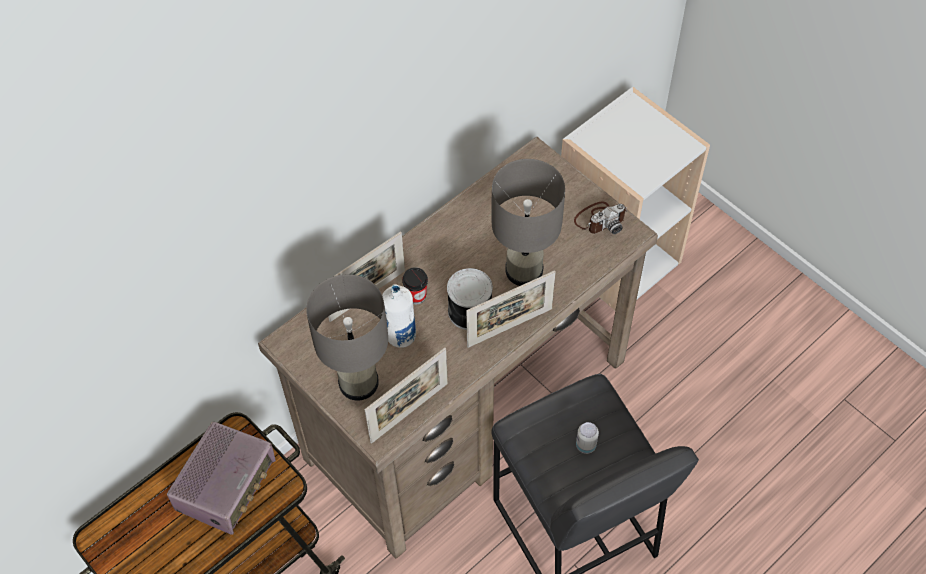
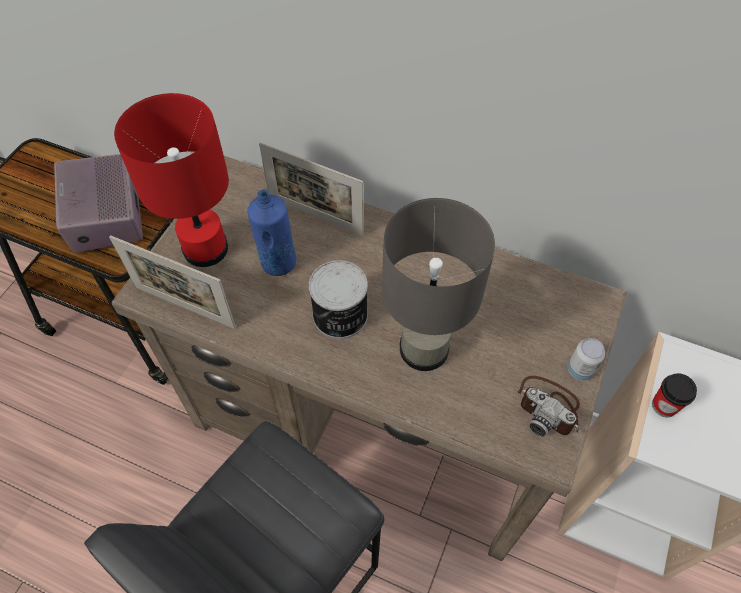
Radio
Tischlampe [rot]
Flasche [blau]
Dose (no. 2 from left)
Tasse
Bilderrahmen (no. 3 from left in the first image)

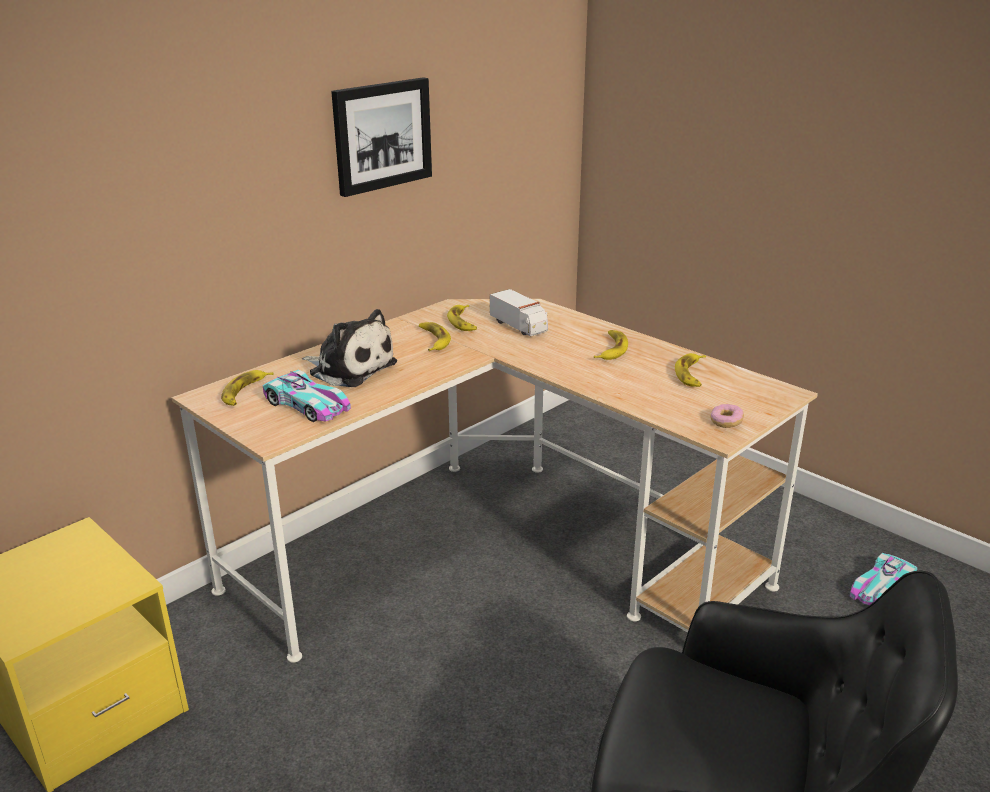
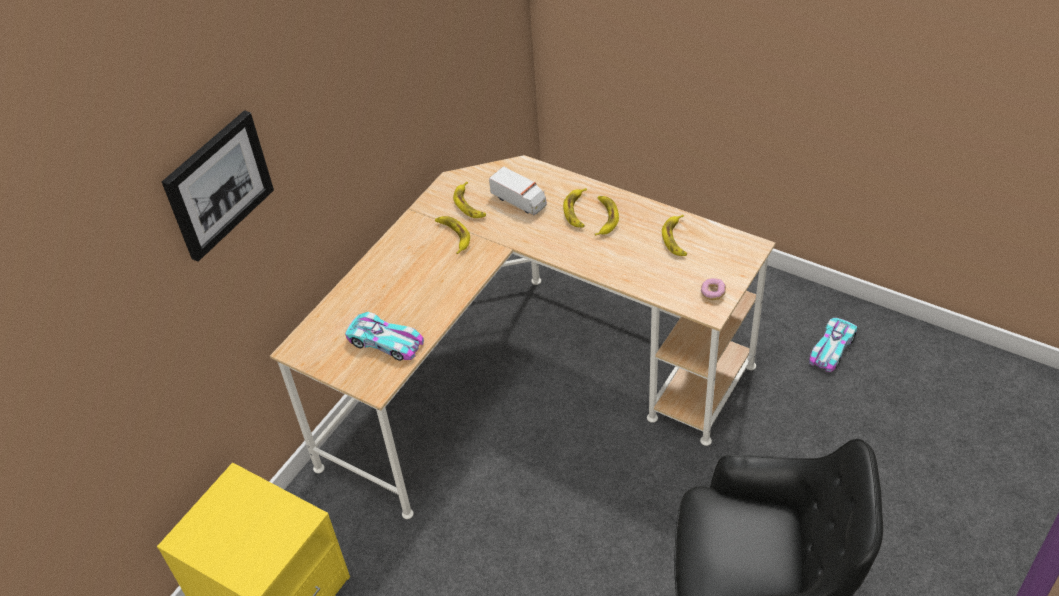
Bild
Banane (no. 3 from left)
Plüschtier

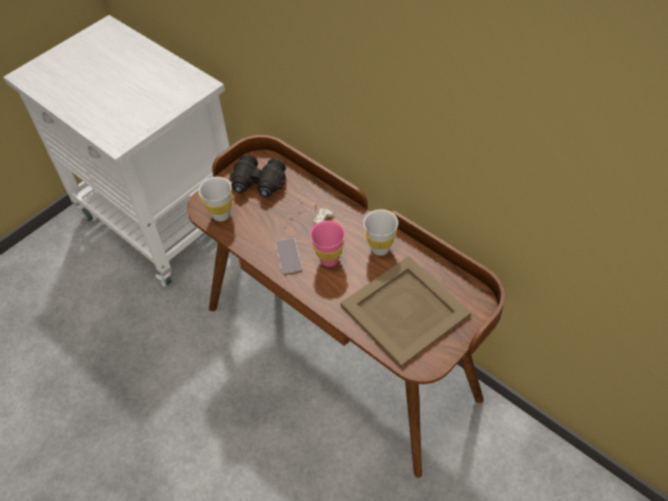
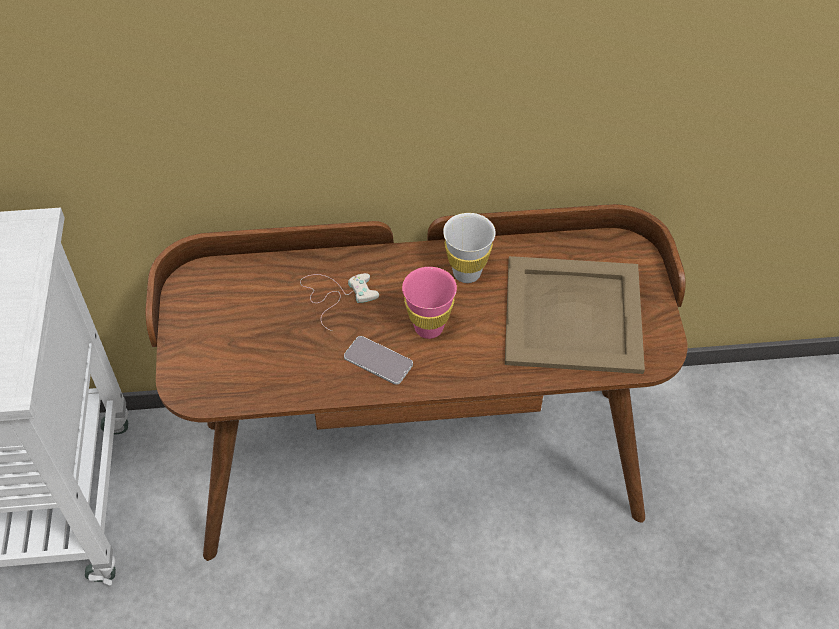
Tasse [weiß] (no. 1 from left in the first image)
Fernglas [schwarz]

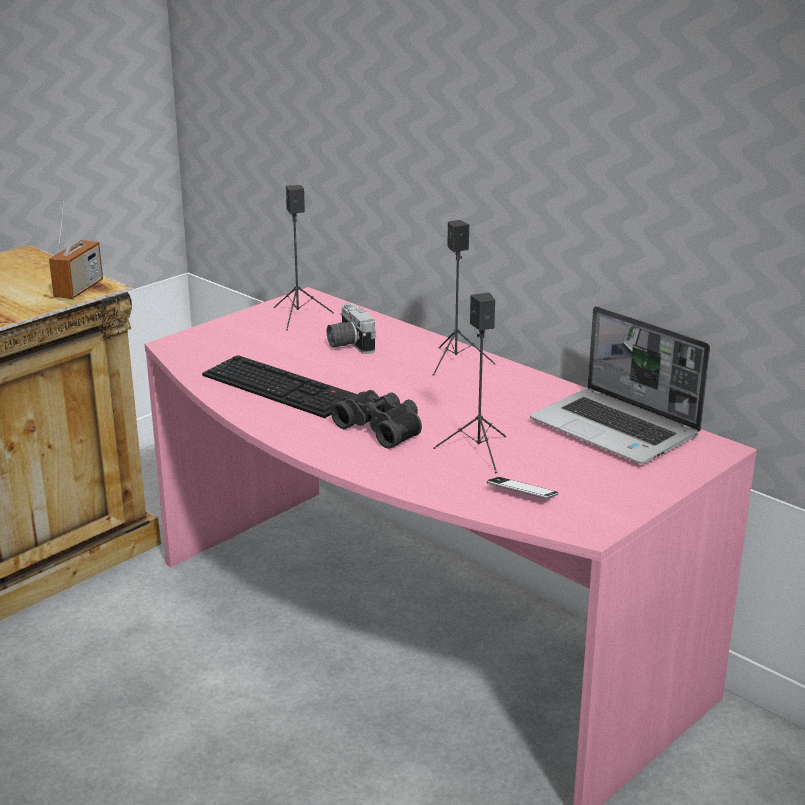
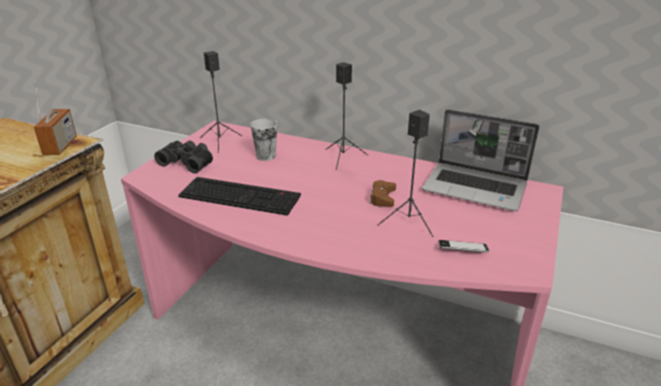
Fernglas [schwarz]
Tasse
Gamepad [braun]

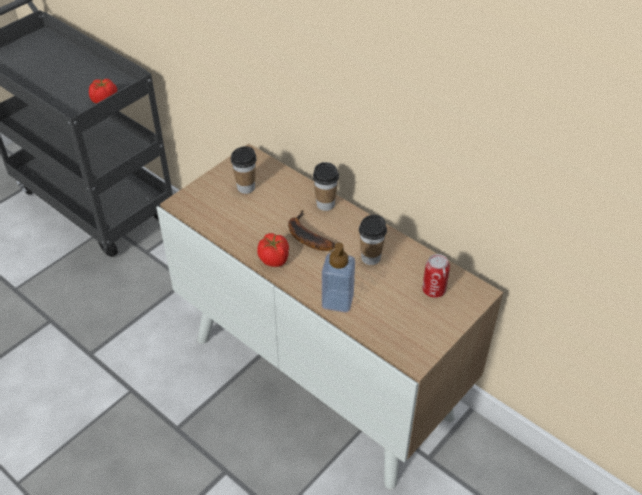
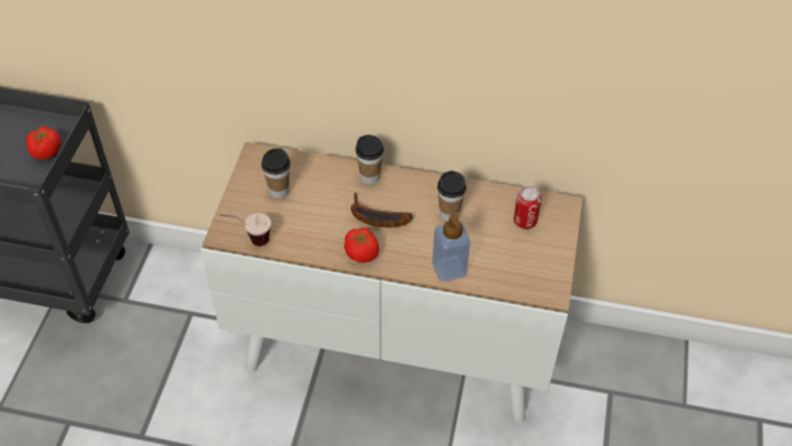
Tasse (no. 1 from left)

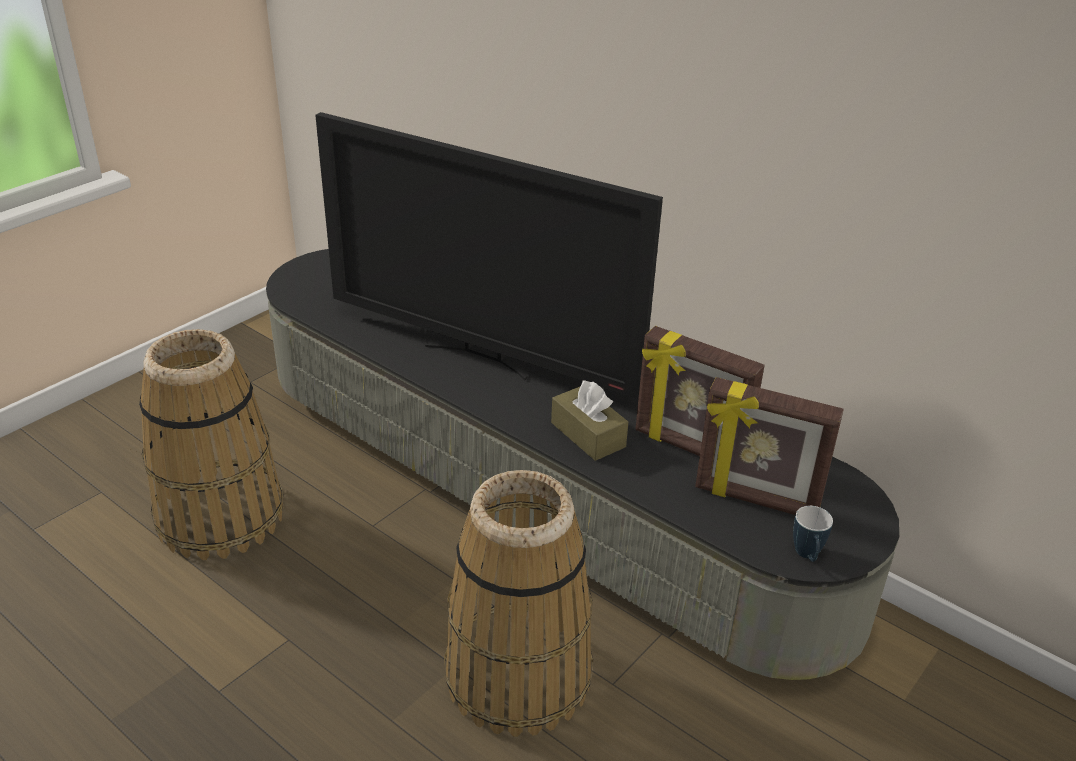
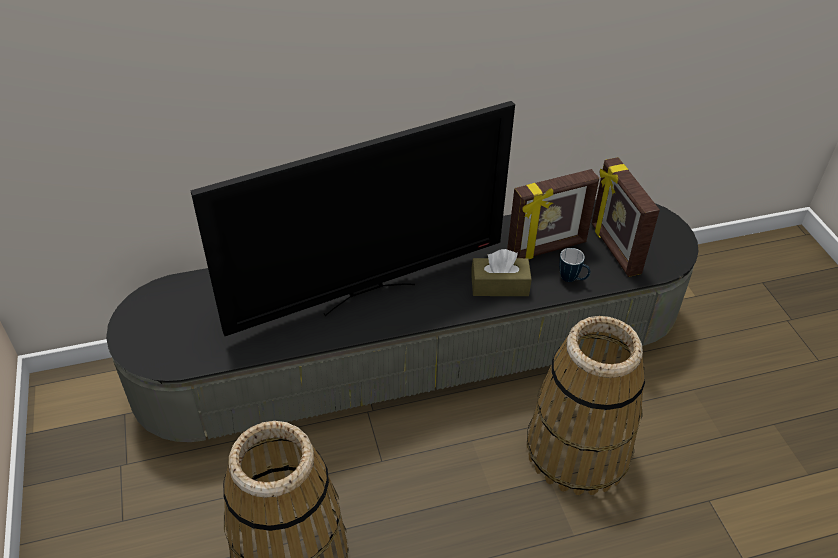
Henkelbecher
Bilderrahmen (no. 2 from left)

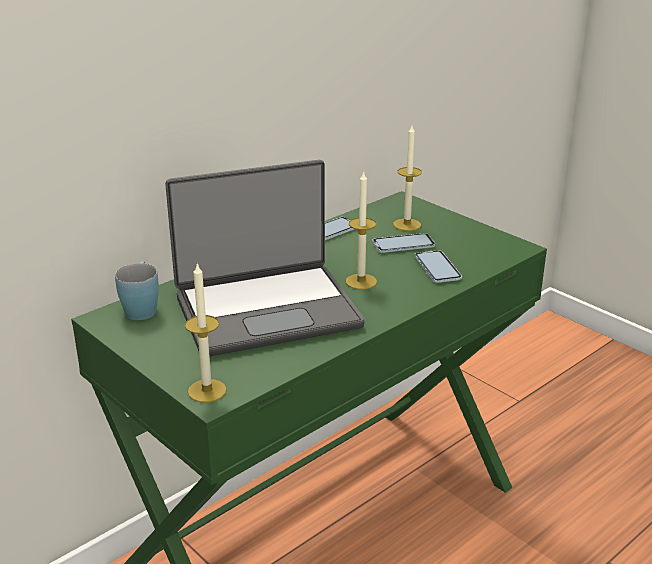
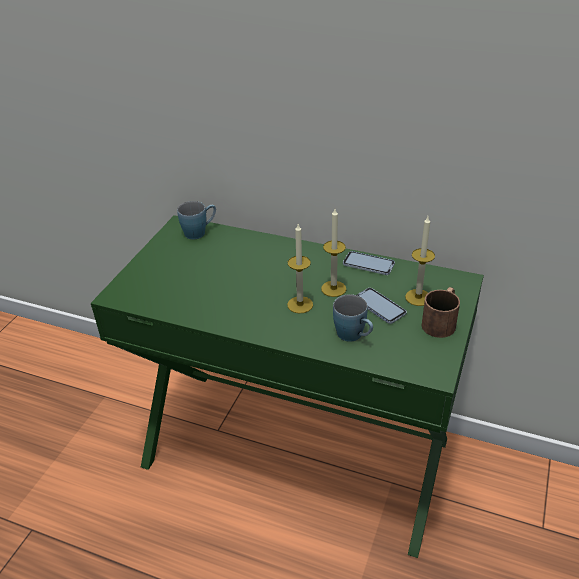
Kerze (no. 2 from left)
Henkelbecher [blau] (no. 2 from left)
Henkelbecher [braun]
Laptop

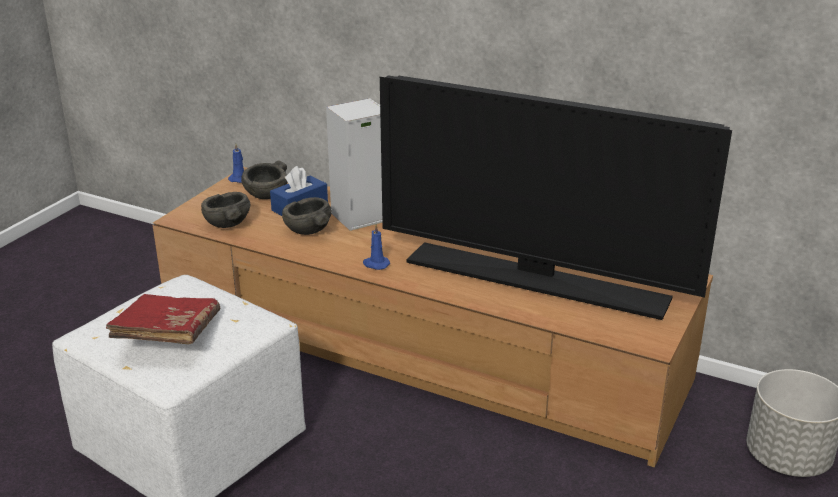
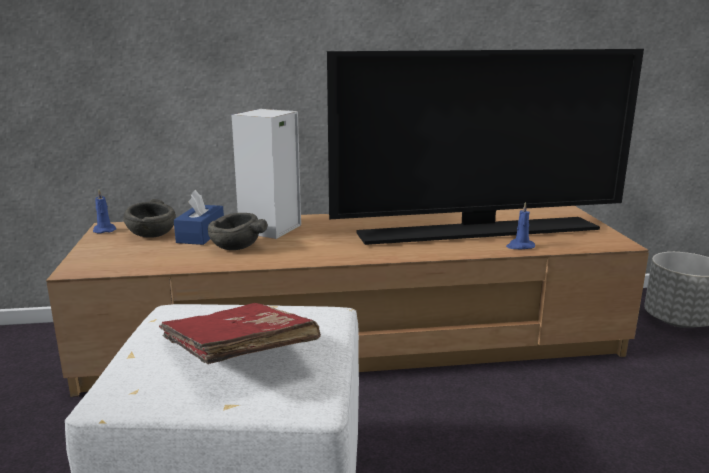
Kerze [blau] (no. 2 from left)
Schüssel [grau] (no. 1 from left in the first image)

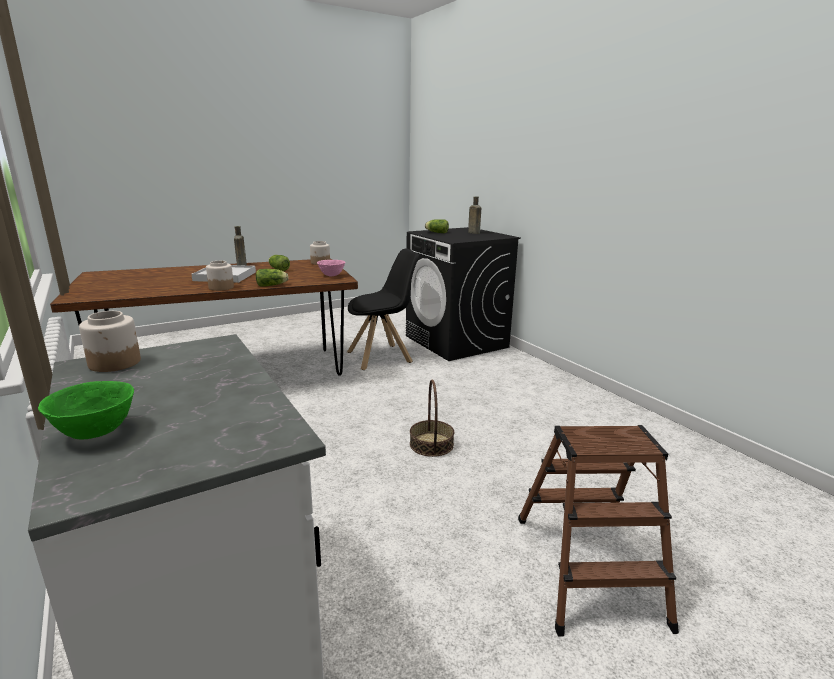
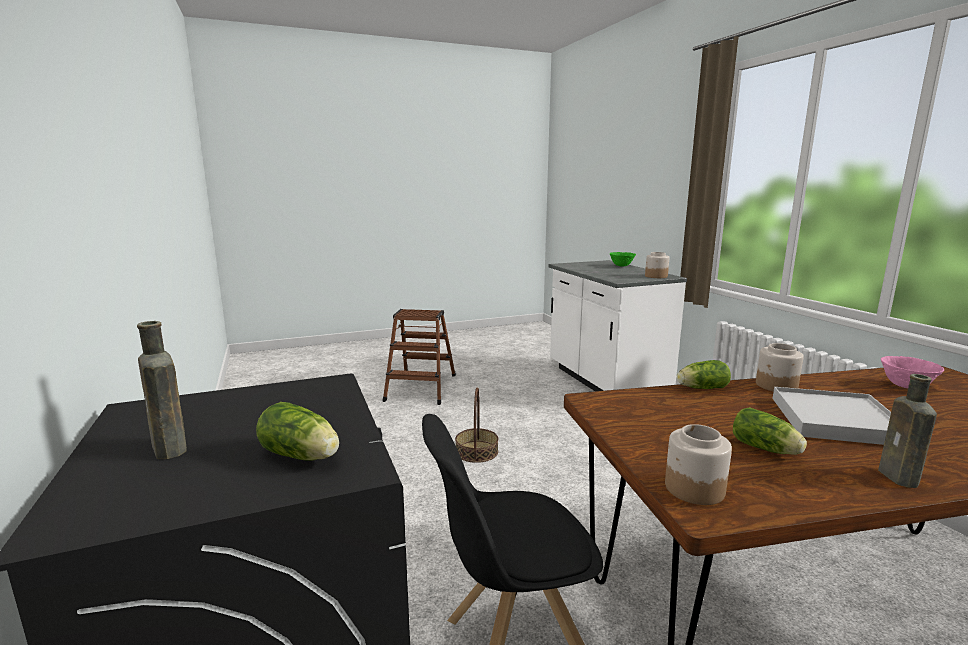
Schüssel [rosa]

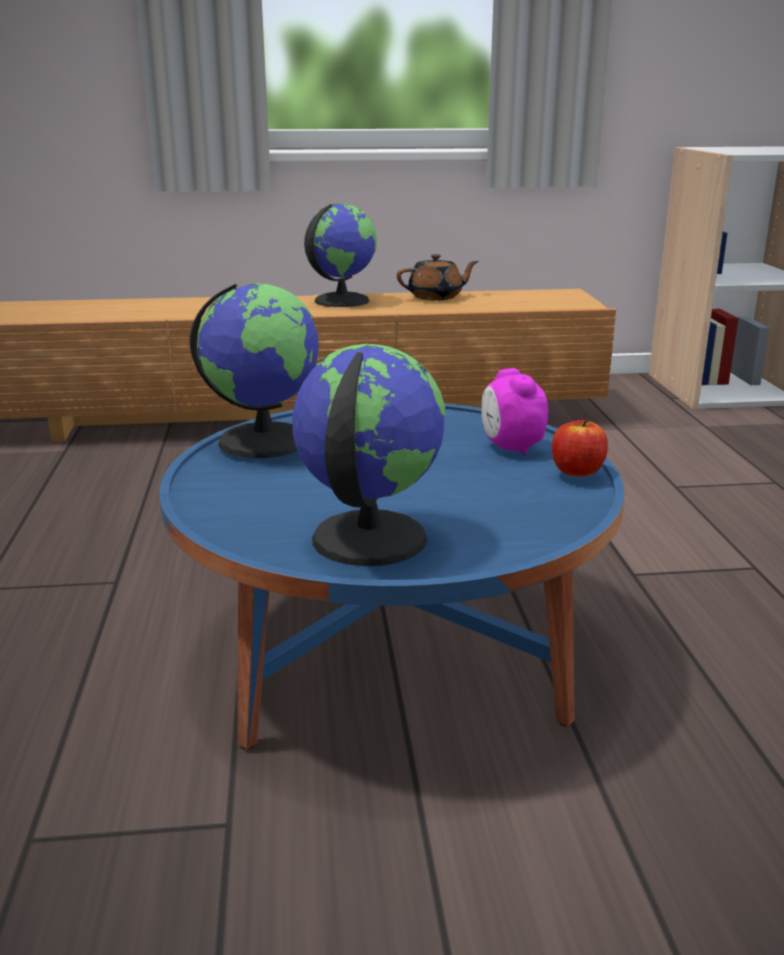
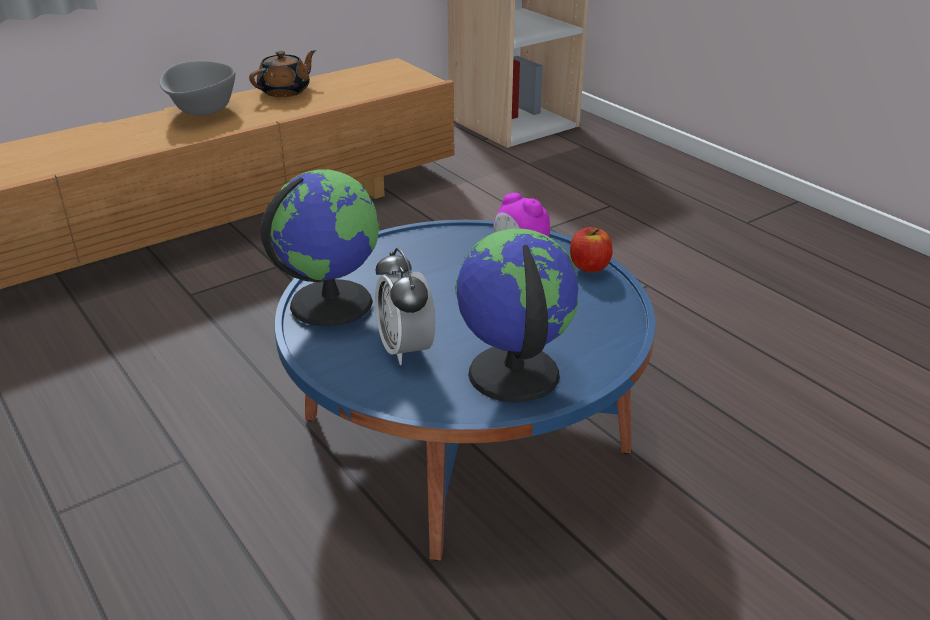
Schüssel [grau]
Wecker (no. 1 from left)

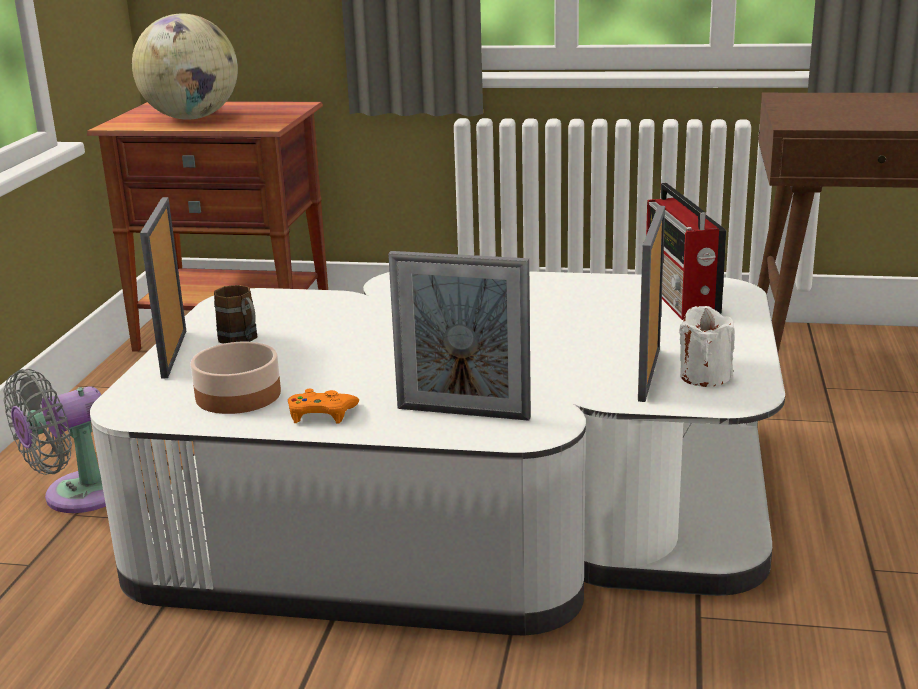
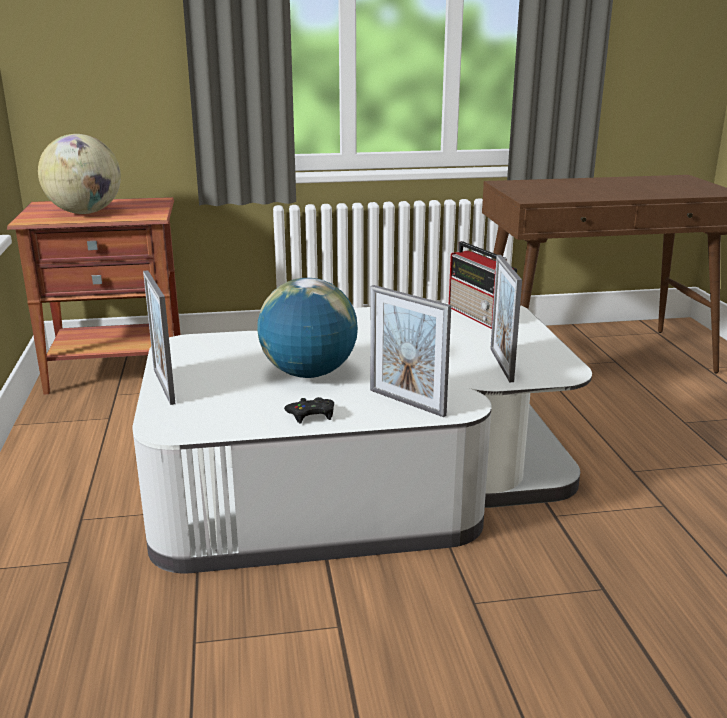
Globus (no. 2 from left)
Gamepad [schwarz]
Bilderrahmen (no. 2 from left)
Ventilator [grau]
Schüssel
Henkelbecher [braun]
Kerze [weiß]

